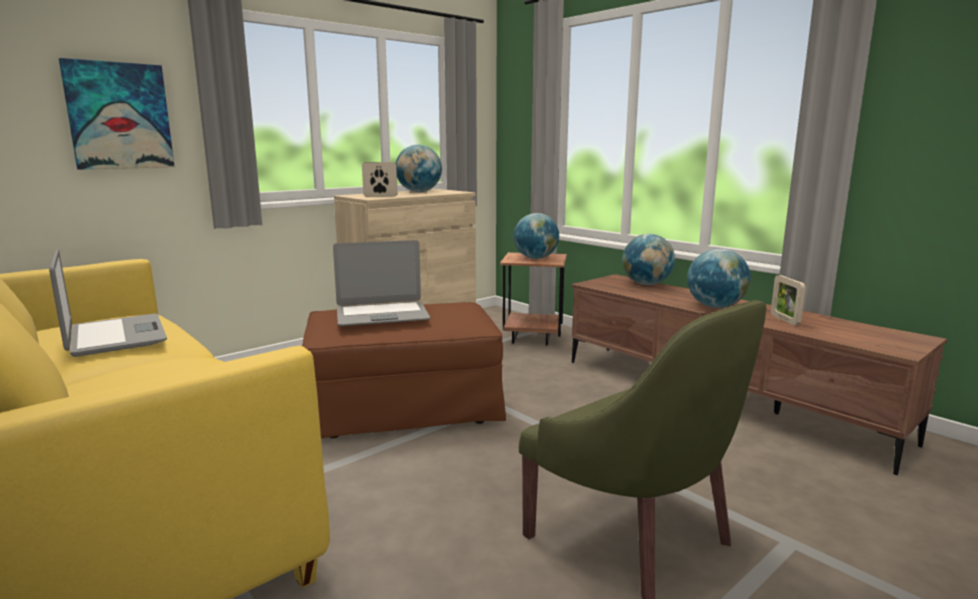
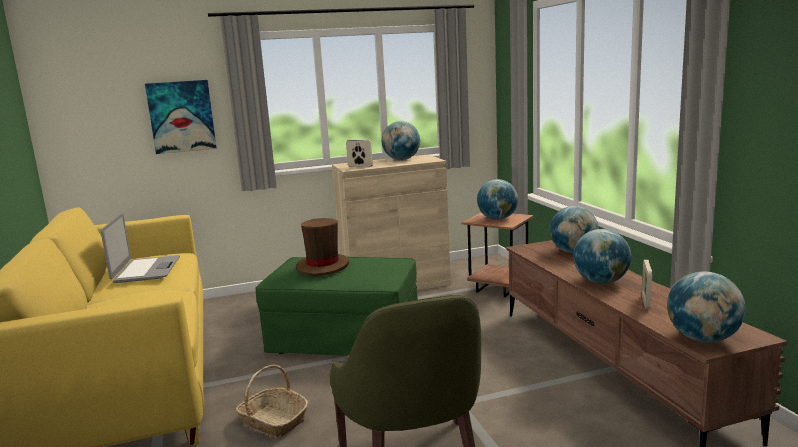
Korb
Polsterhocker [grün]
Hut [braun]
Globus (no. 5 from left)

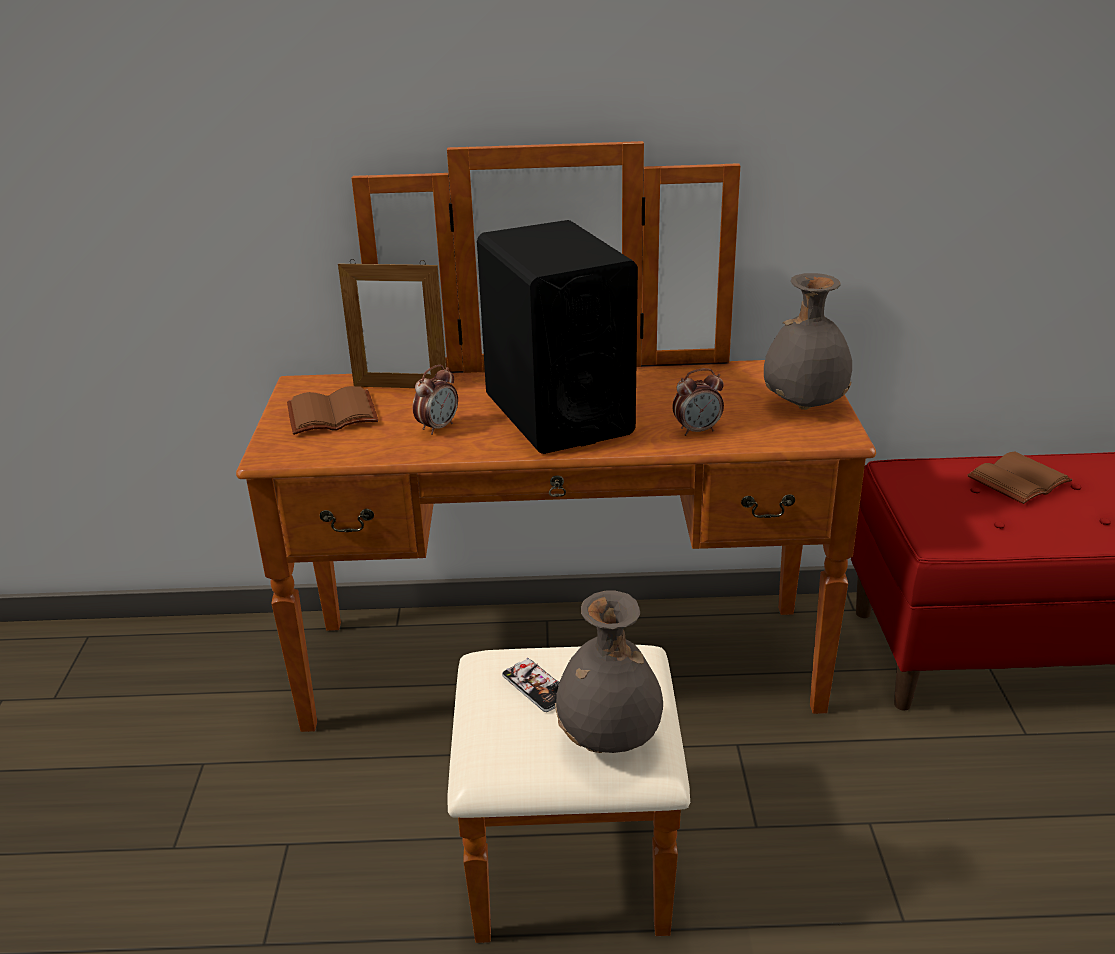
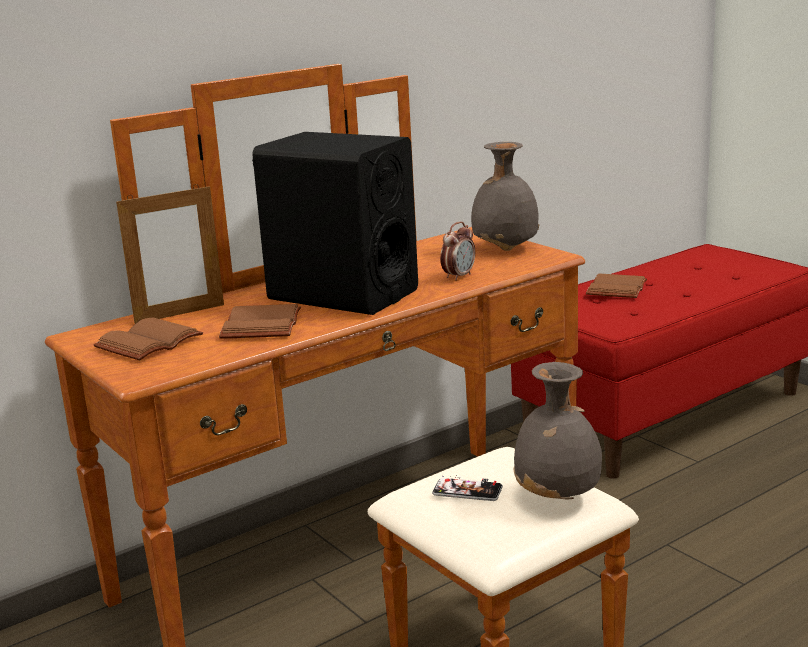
Buch [braun] (no. 2 from left)

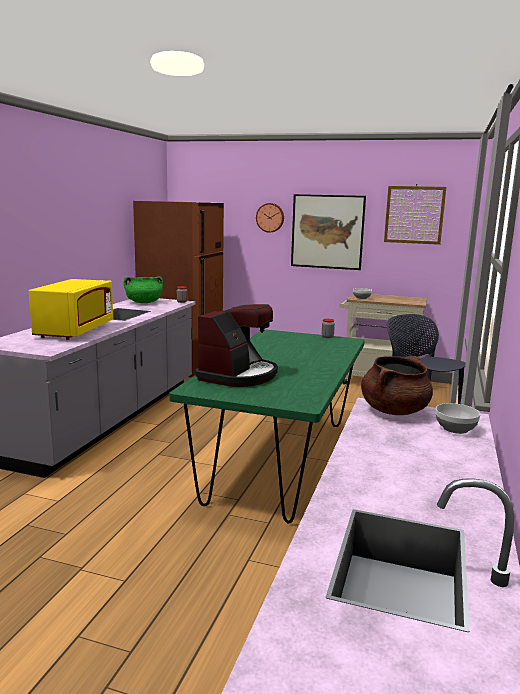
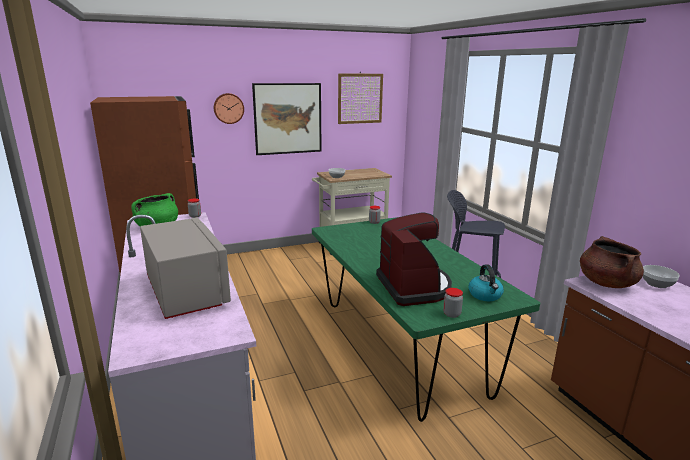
Mikrowelle [grau]
Vorratsglas (no. 3 from left)
Wasserkessel

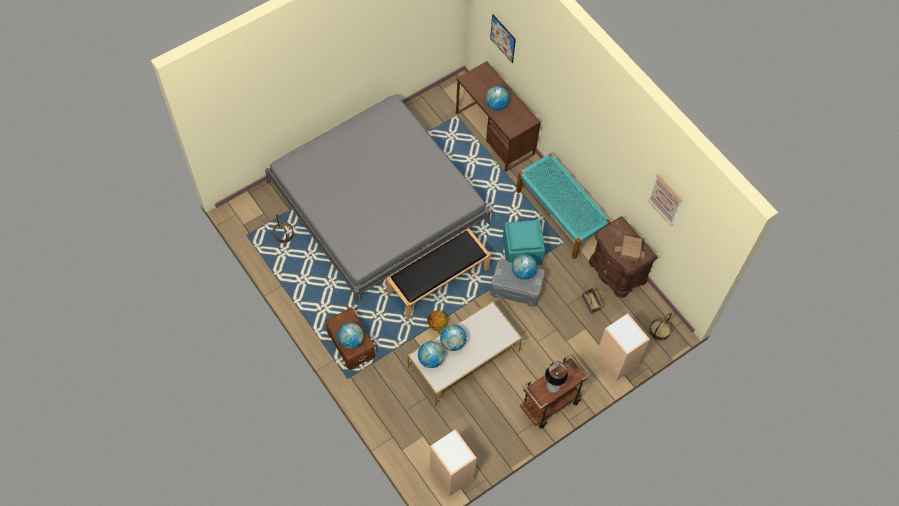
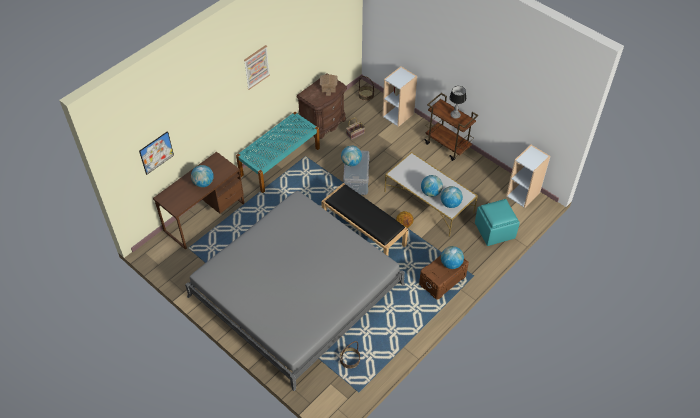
Bild (no. 2 from left)
Polsterhocker [türkis]

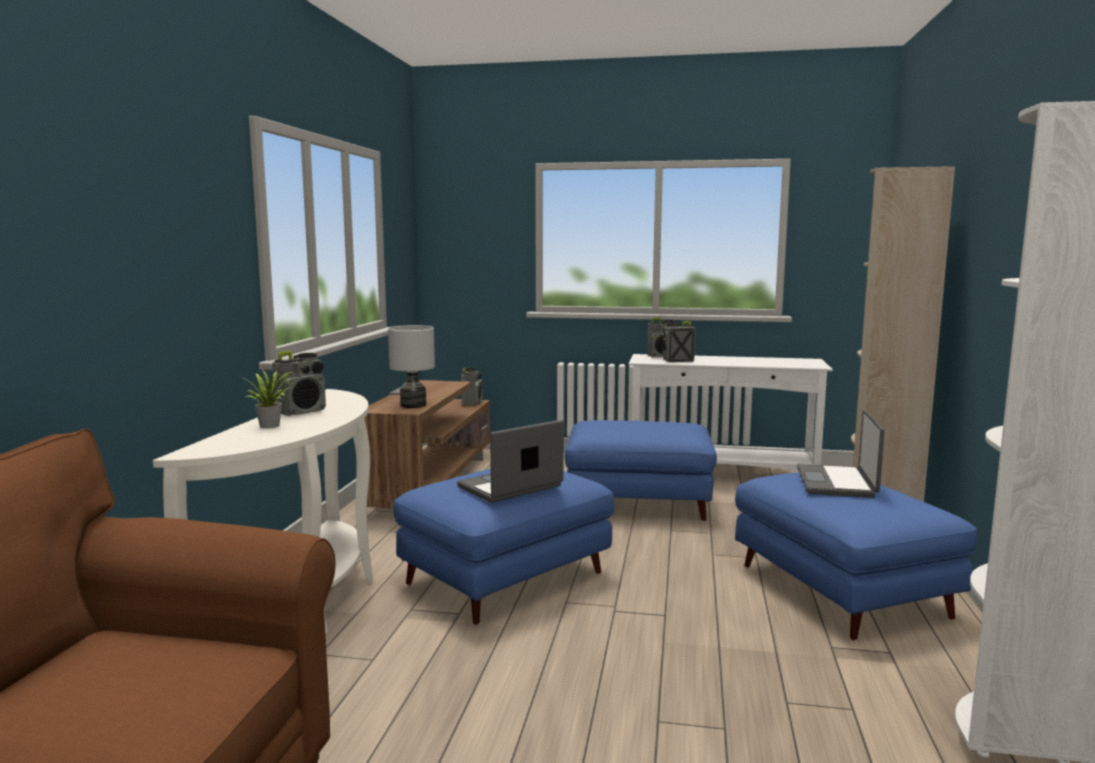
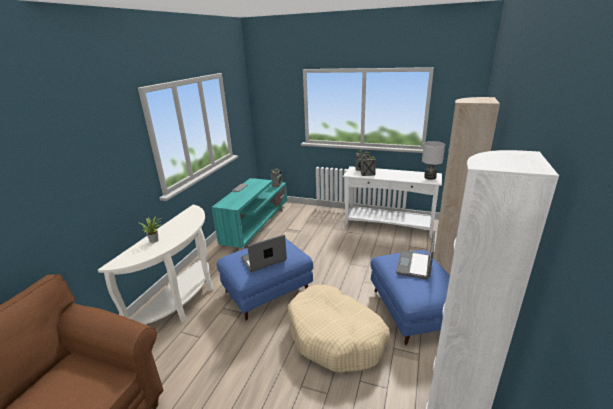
Fernsehschrank [türkis]
Hundebett [beige]
Tischlampe [grau]
Radio (no. 1 from left in the first image)
Polsterhocker [blau] (no. 2 from left in the first image)

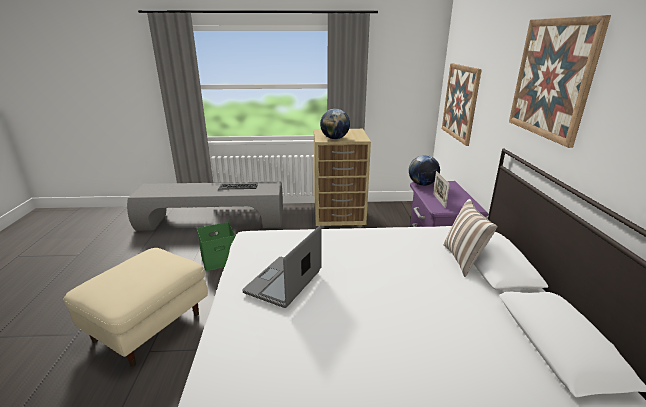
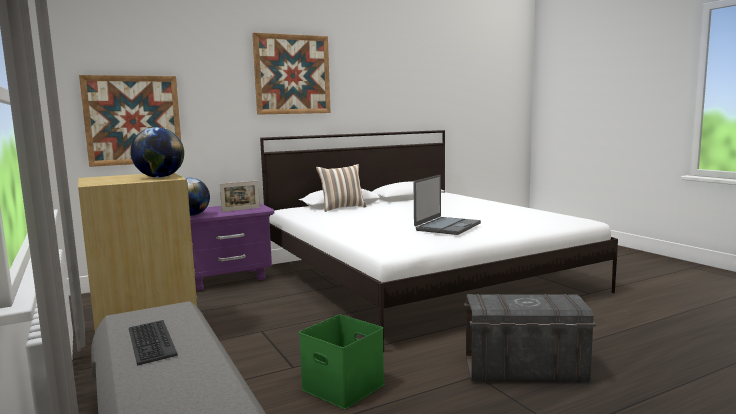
Laptop
Aufbewahrungsbox [grau]

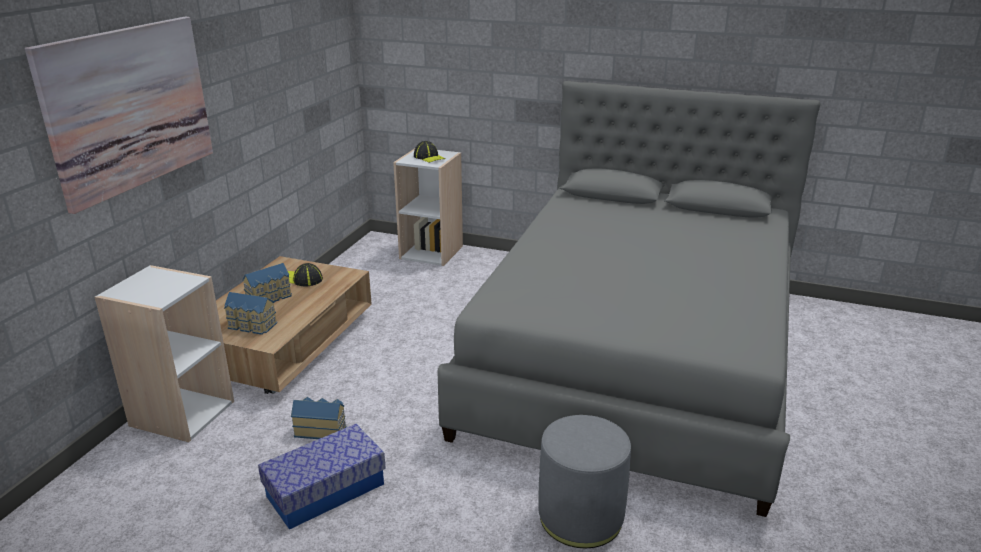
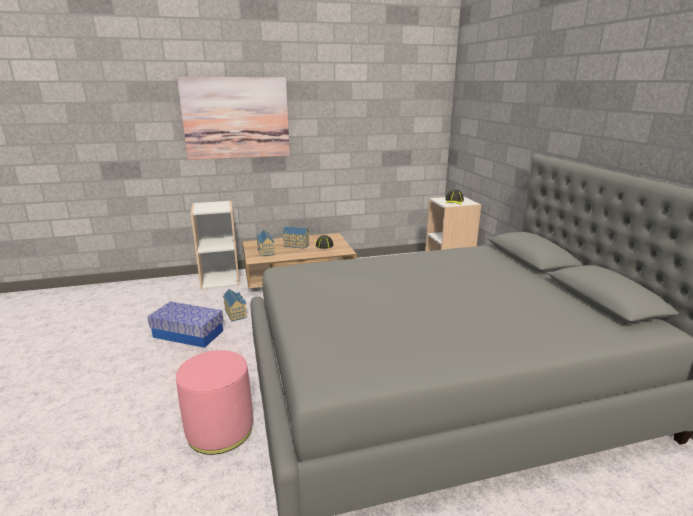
Polsterhocker [rosa]

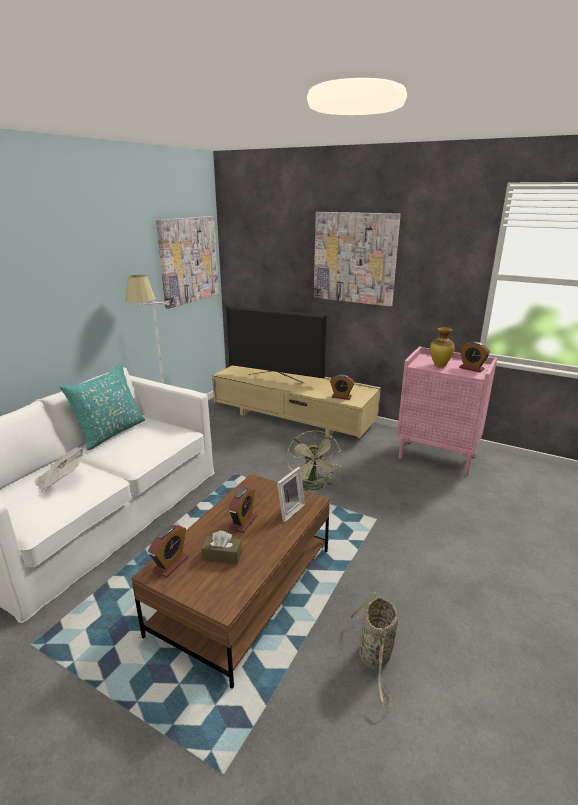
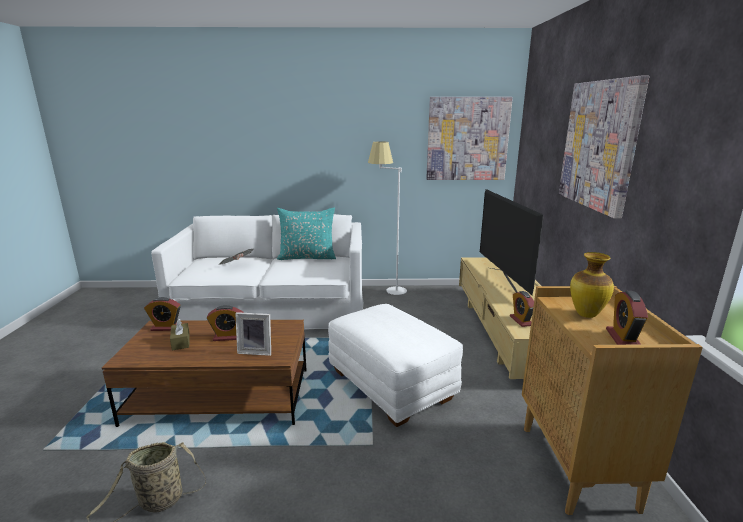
Polsterhocker [weiß]
Schrank [braun]

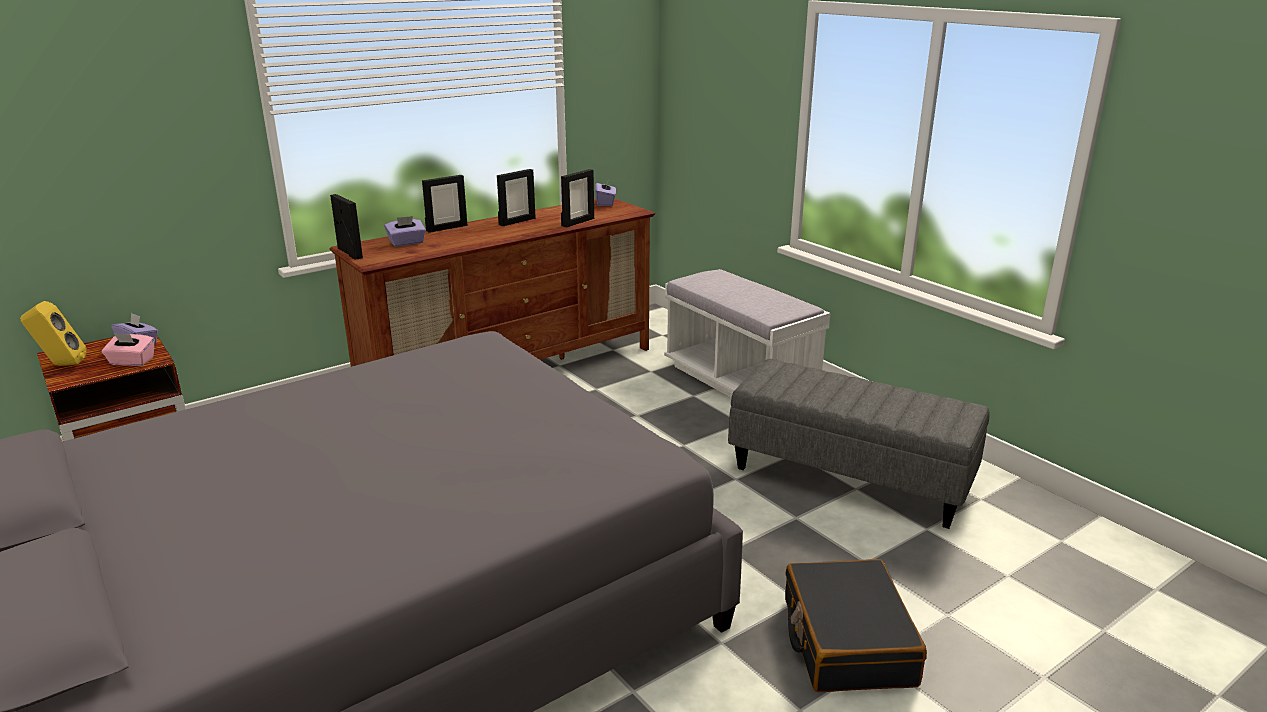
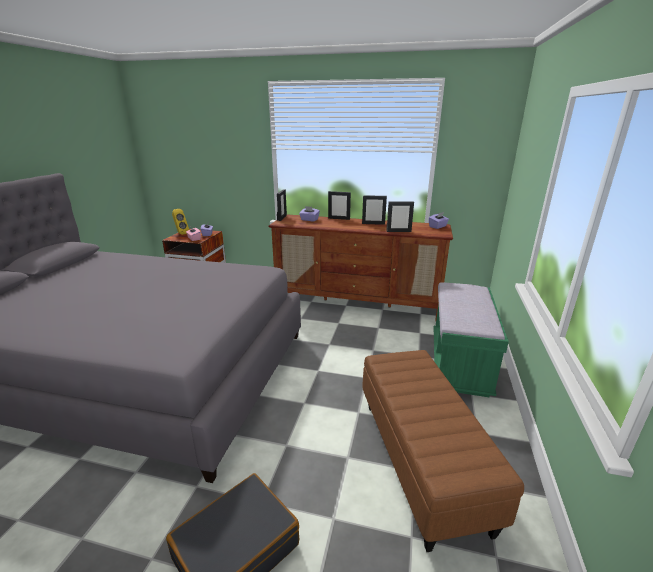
Polsterhocker [braun]
Bank [grün]

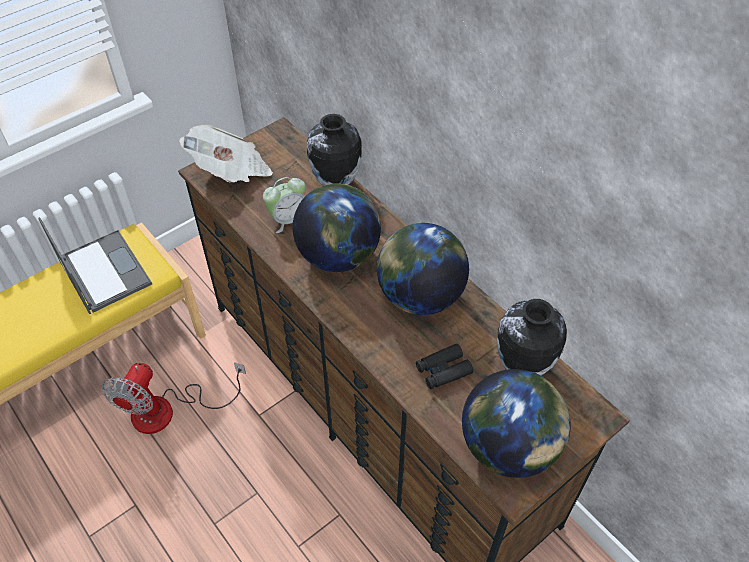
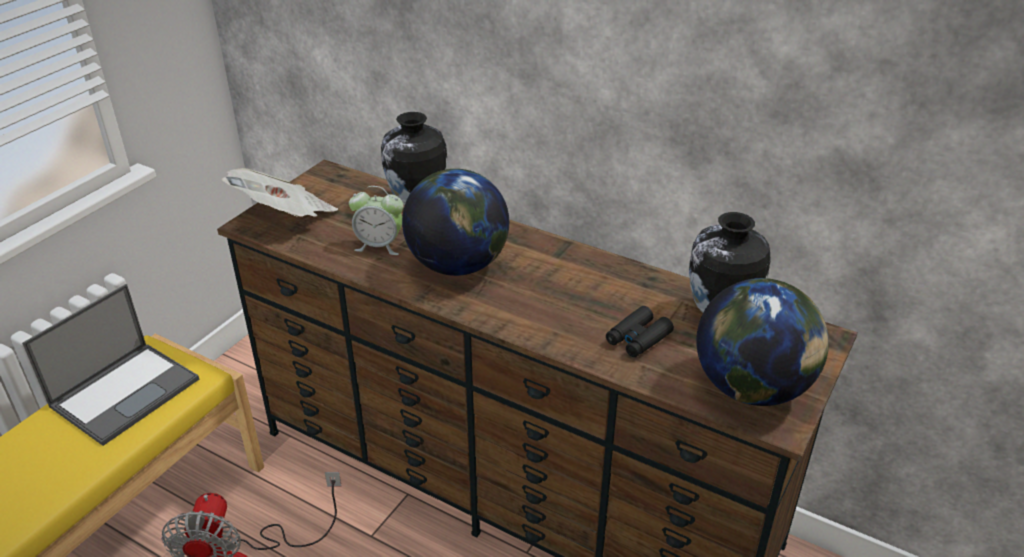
Laptop
Wecker
Globus (no. 2 from left in the first image)

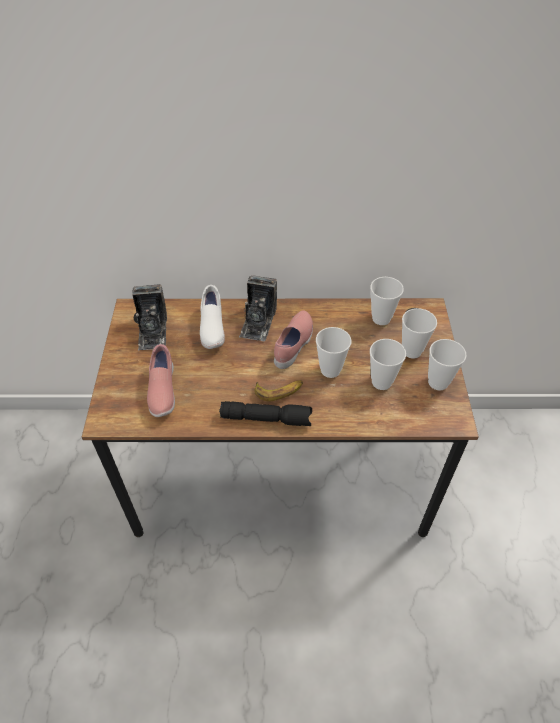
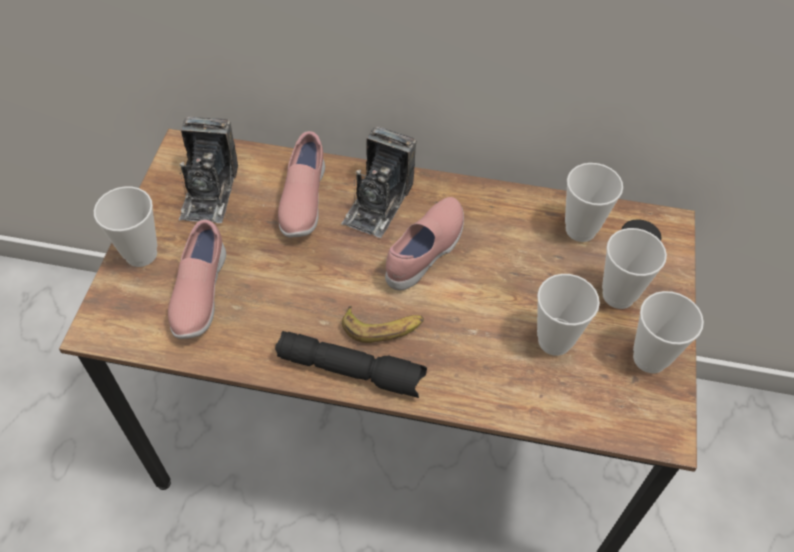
Tasse (no. 1 from left)
Schuh [rosa] (no. 2 from left)

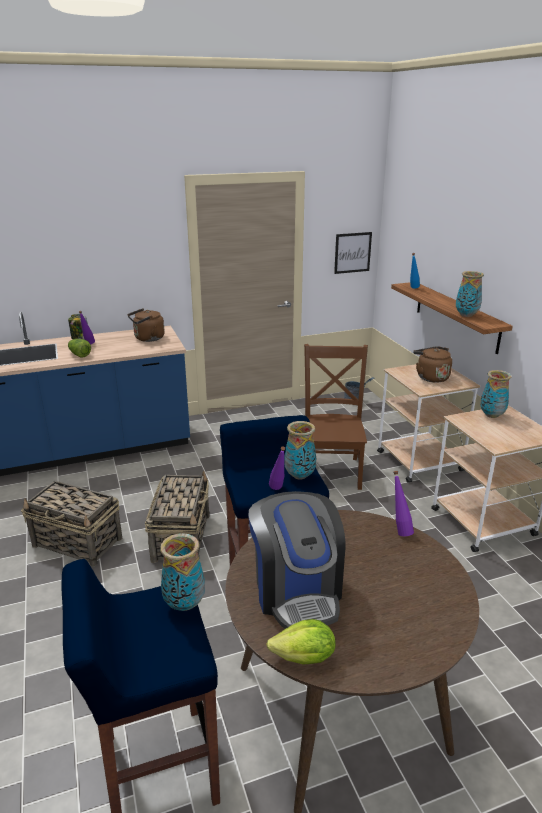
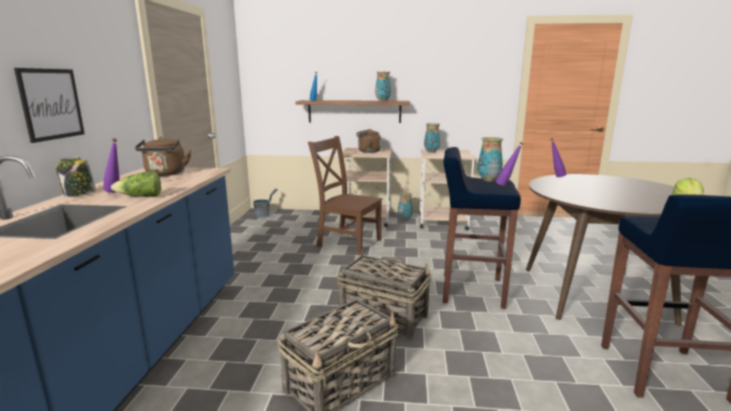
Bild
Vase (no. 2 from left)
Kaffeemaschine

